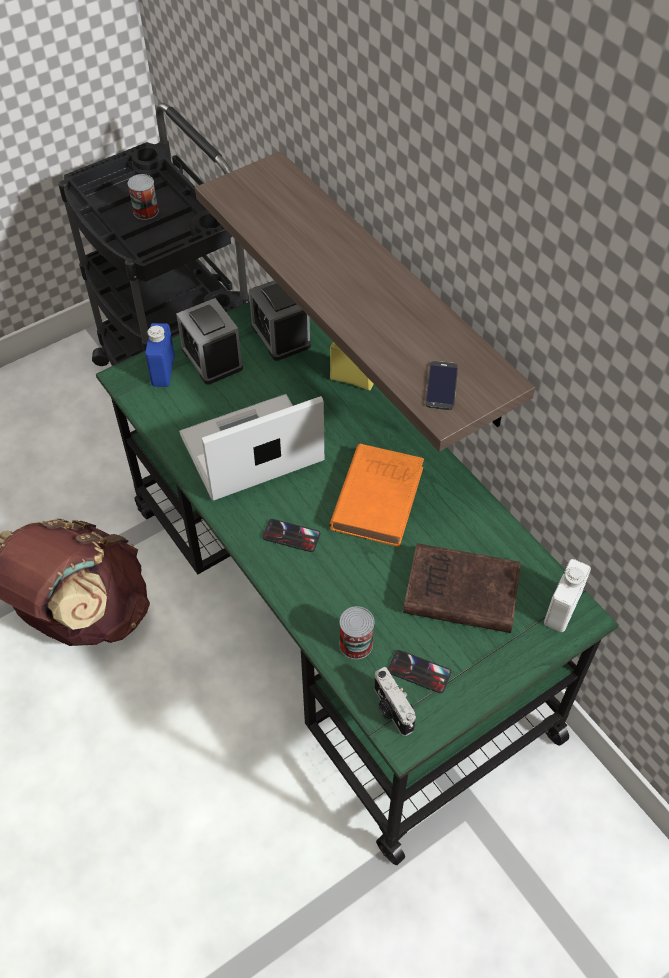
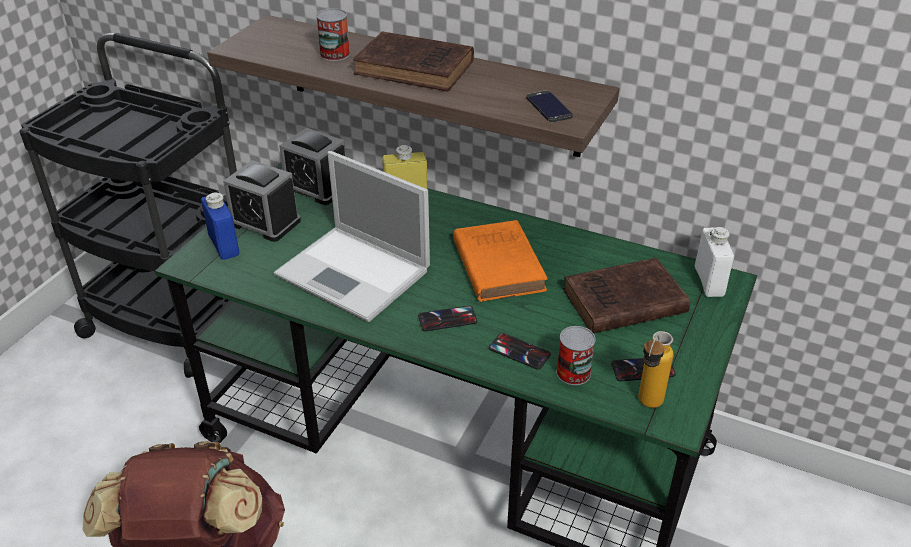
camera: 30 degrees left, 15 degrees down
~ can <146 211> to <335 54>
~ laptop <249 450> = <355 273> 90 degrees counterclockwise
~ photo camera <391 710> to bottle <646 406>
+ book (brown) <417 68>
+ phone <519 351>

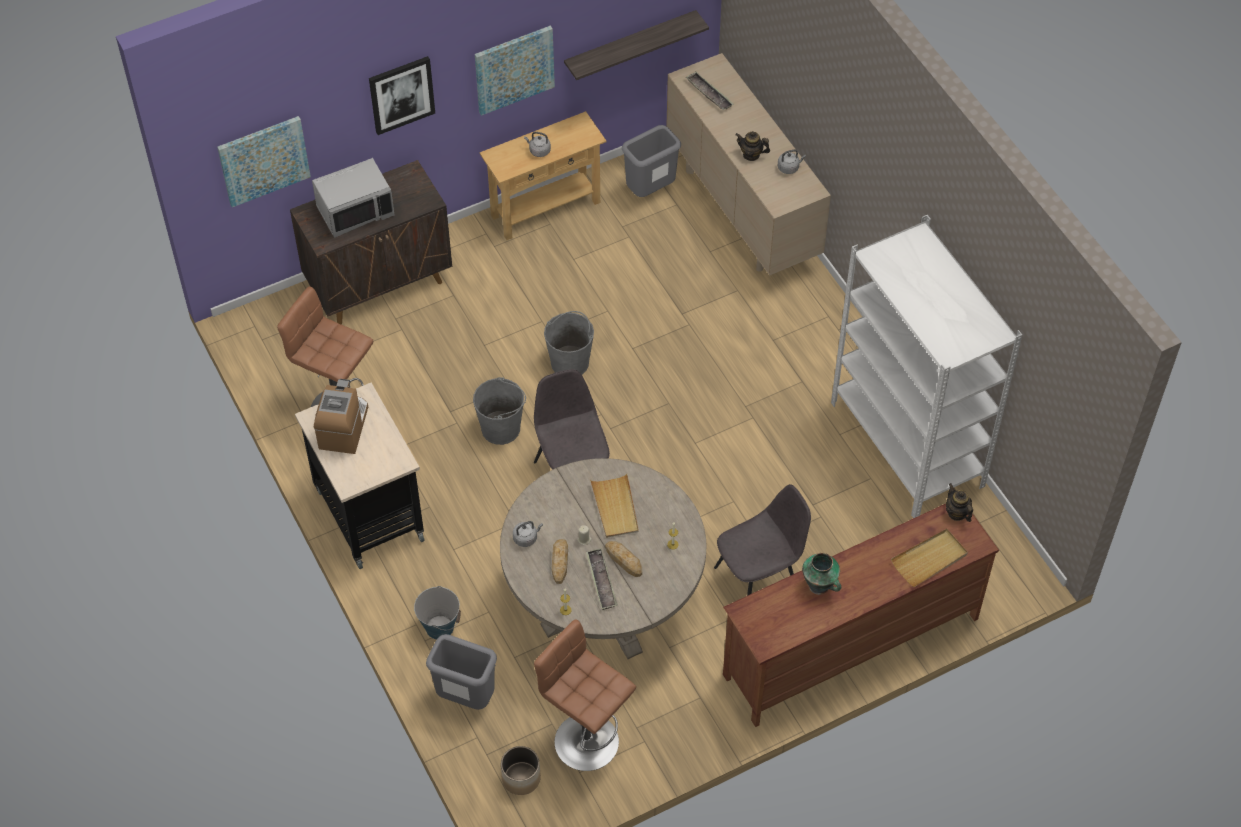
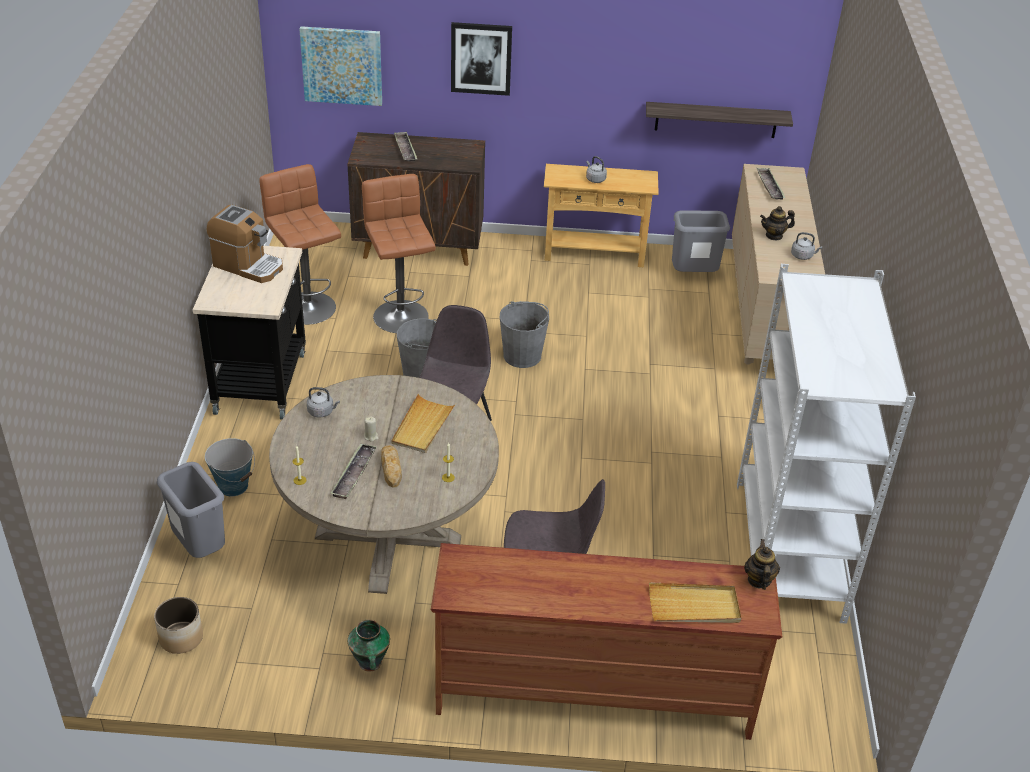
camera: 30 degrees right, 15 degrees down
~ microwave (grey) <355 210> to tray <405 150>
~ coffee machine <343 427> = <248 265> 75 degrees clockwise
- picture <514 69>
~ stool (brown) <586 741> to <401 316>
- bread <560 562>
~ teapot <751 155> = <774 235> 60 degrees counterclockwise
~ vase <819 586> to <370 663>

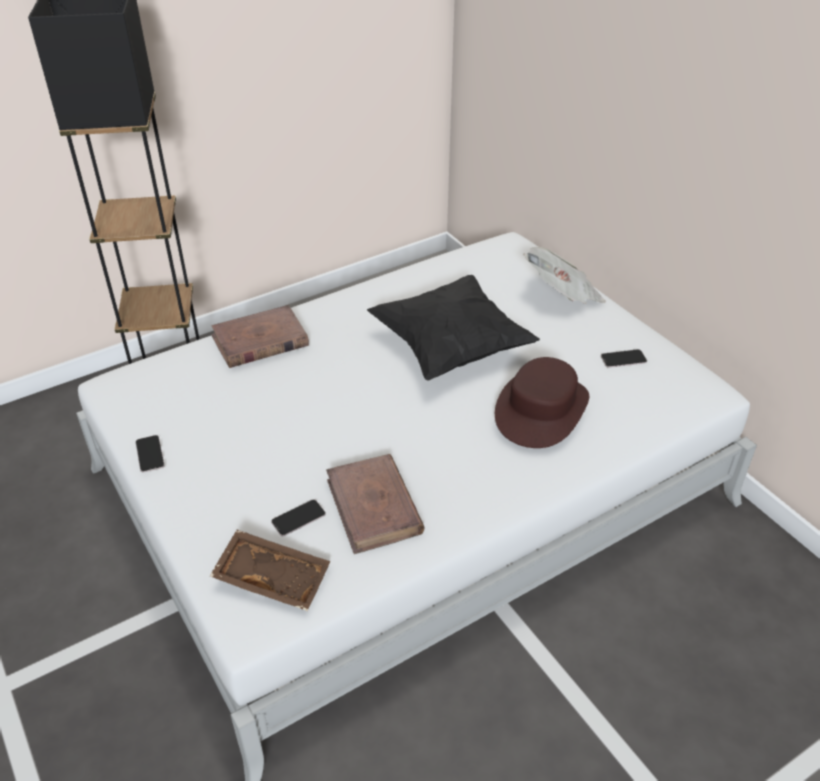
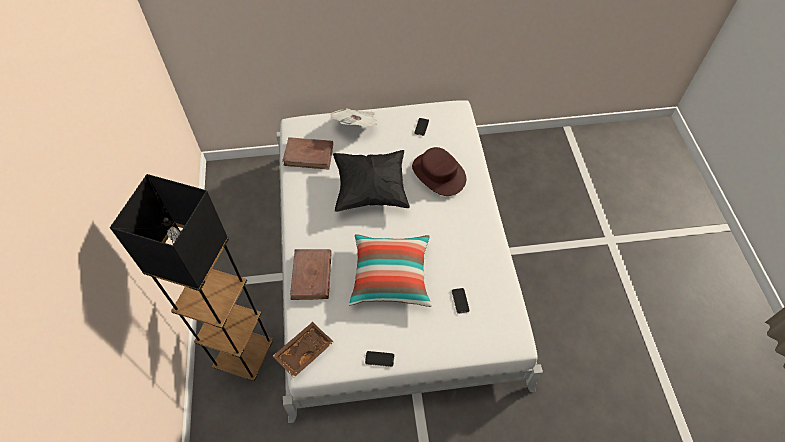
camera: 65 degrees left, 15 degrees up
~ tray (brown) <273 576> to <303 351>
~ book (brown) <374 507> to <309 155>
+ pillow <391 276>

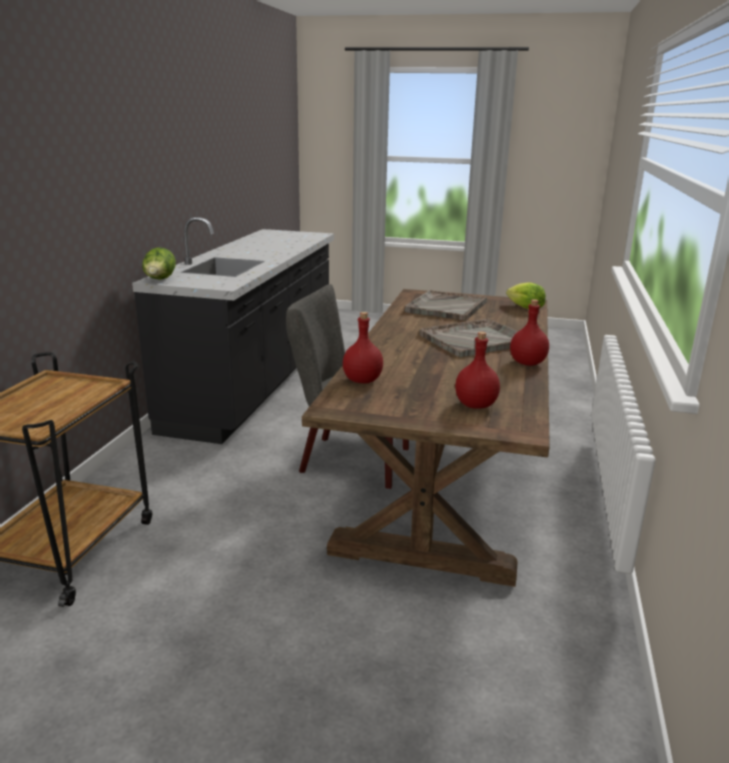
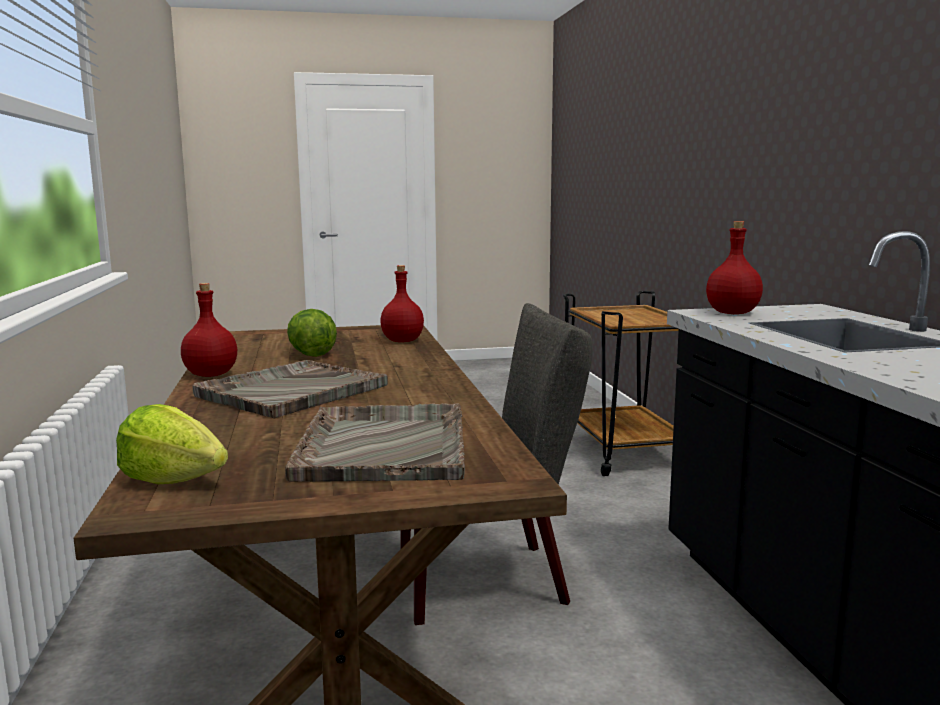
camera: 155 degrees right, 10 degrees down
~ lettuce <160 280> to <311 354>
~ bottle (red) <475 405> to <733 313>

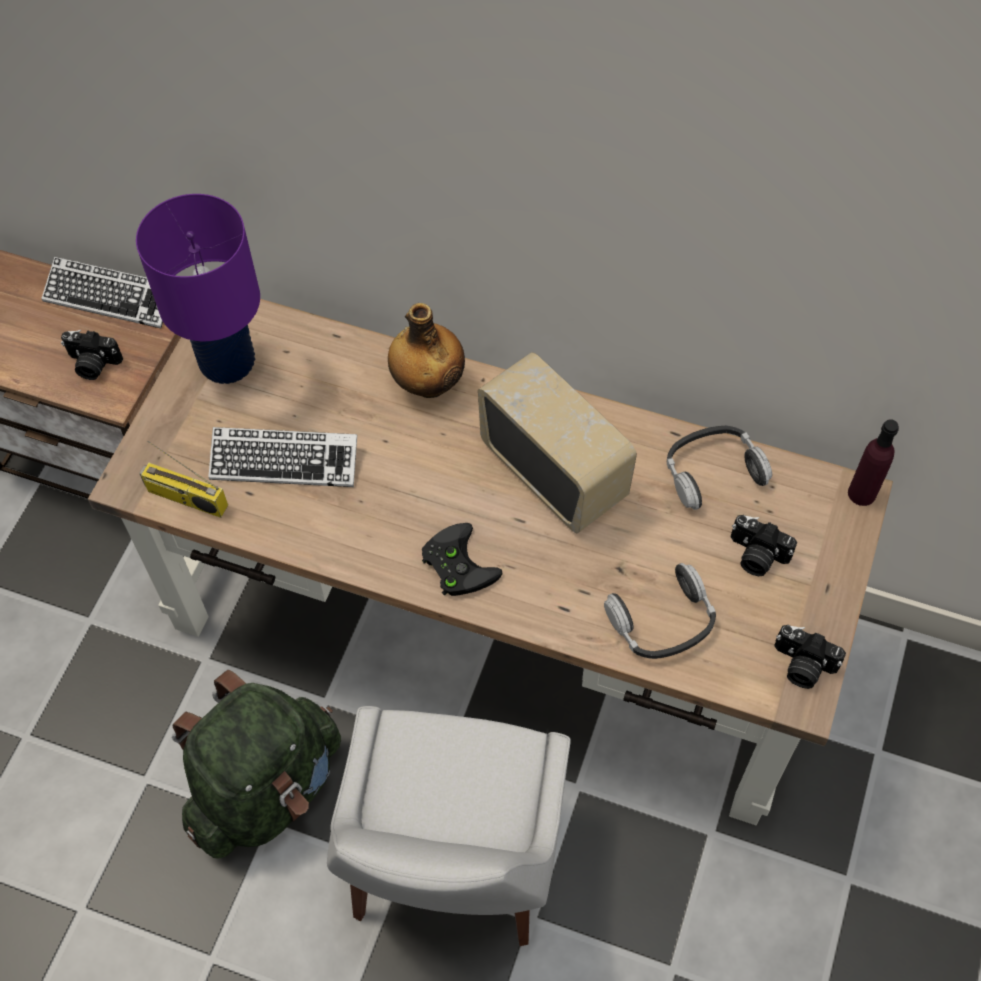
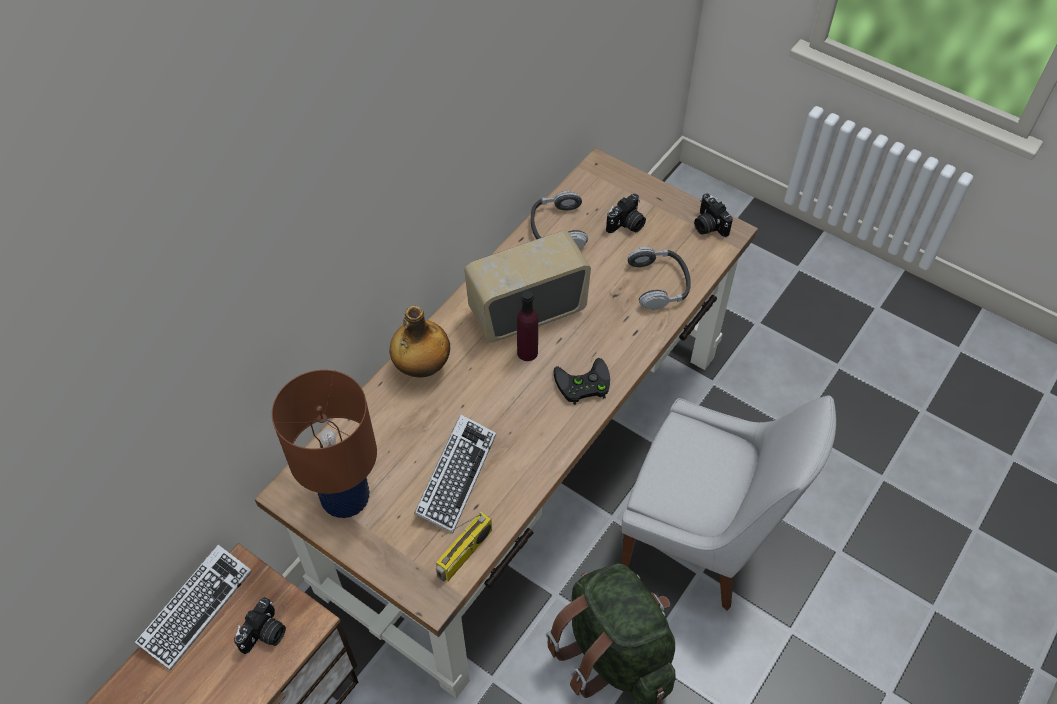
camera: 75 degrees left, 5 degrees down
~ table lamp (purple) <229 366> to table lamp (brown) <347 499>
~ photo camera <802 666> = <708 225> 105 degrees clockwise
~ bottle (purple) <862 493> to <527 352>

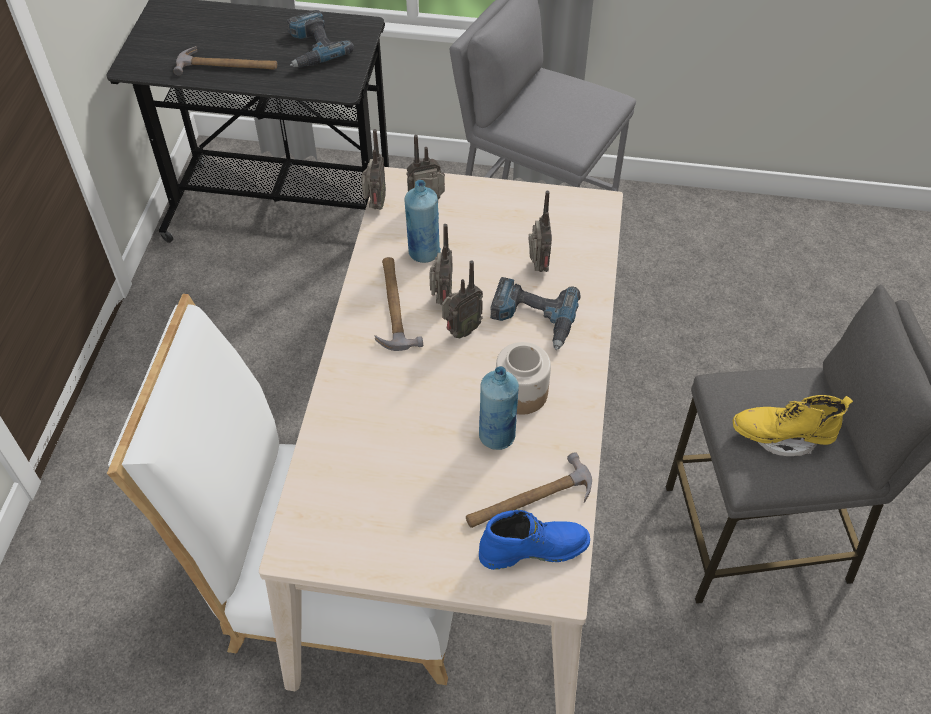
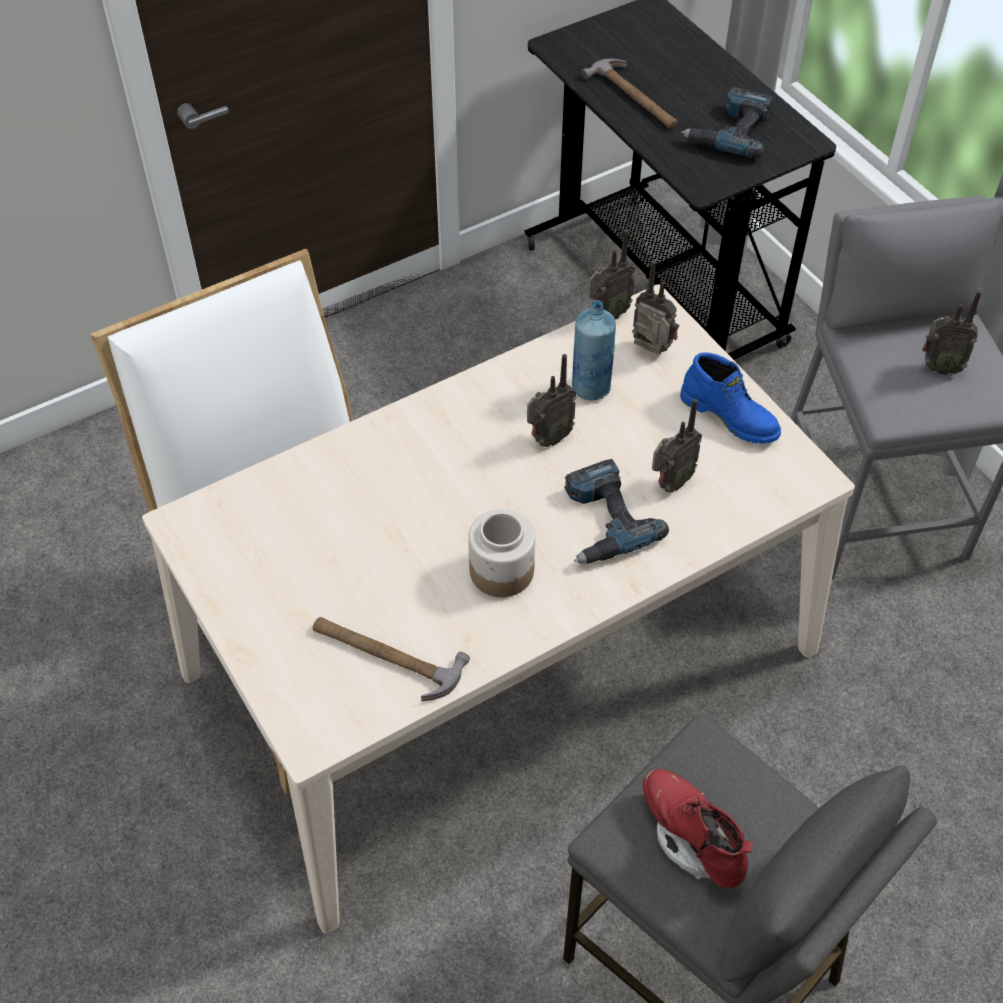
camera: 50 degrees right, 0 degrees up
- hammer <393 305>
~ radio <460 331> to <939 367>
- bottle (blue) <497 435>
~ boot (blue) <533 547> to <730 416>
~ boot (yellow) <781 437> to boot (red) <692 837>

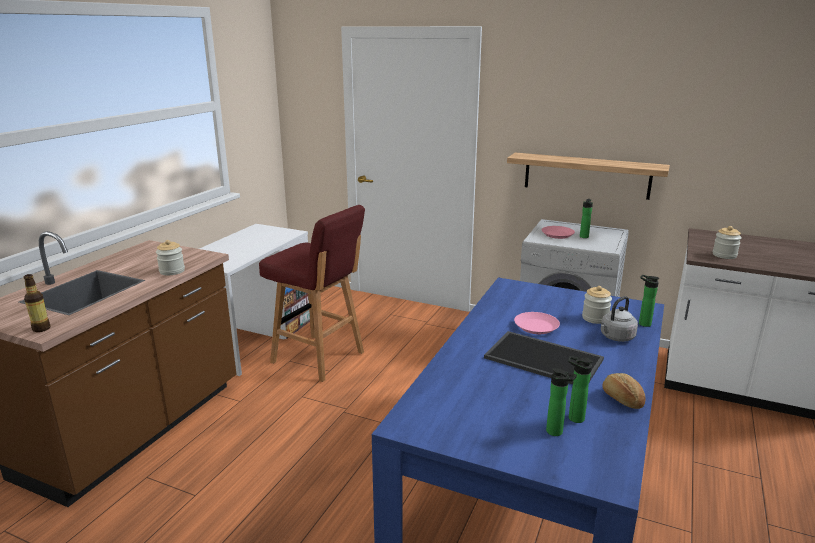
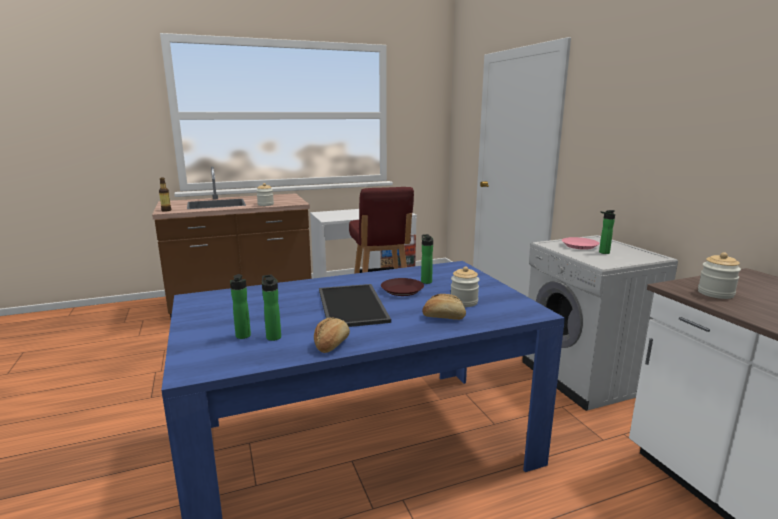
camera: 45 degrees right, 5 degrees down
- shelf <586 175>
~ plate (pink) <536 327> to plate (brown) <402 290>
~ kettle (grey) <616 337> to bread <443 317>
~ bottle <642 323> to <426 281>

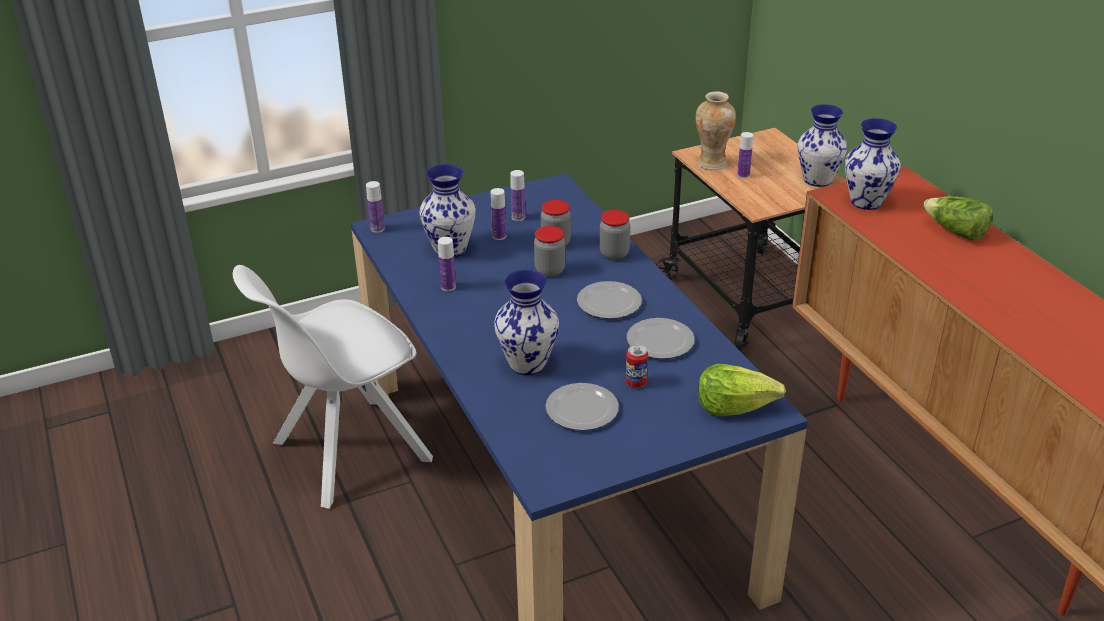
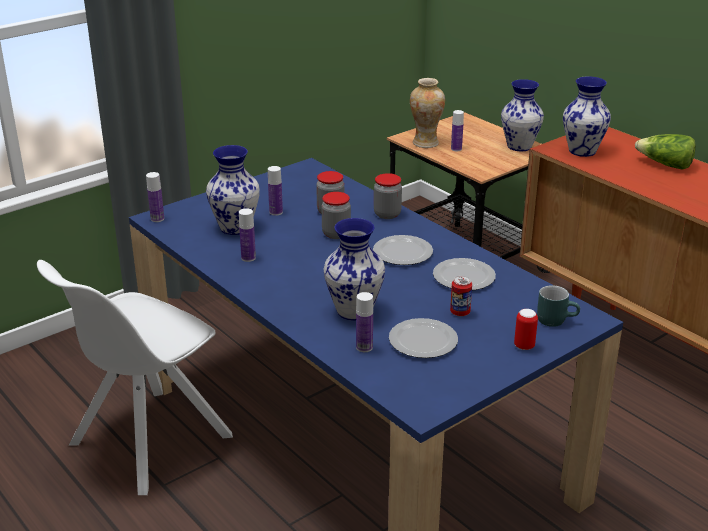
camera: 15 degrees left, 5 degrees down
~ bottle <518 217> to <364 347>
~ lettuce <734 406> to mug (turquoise) <556 319>
+ can <524 346>

